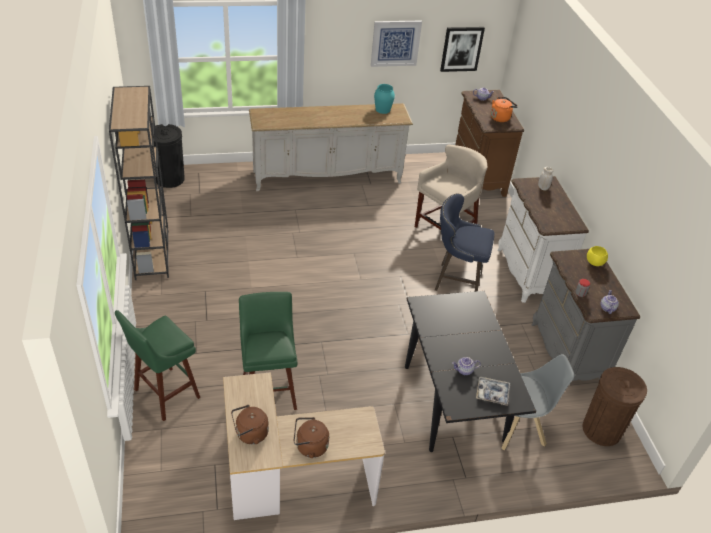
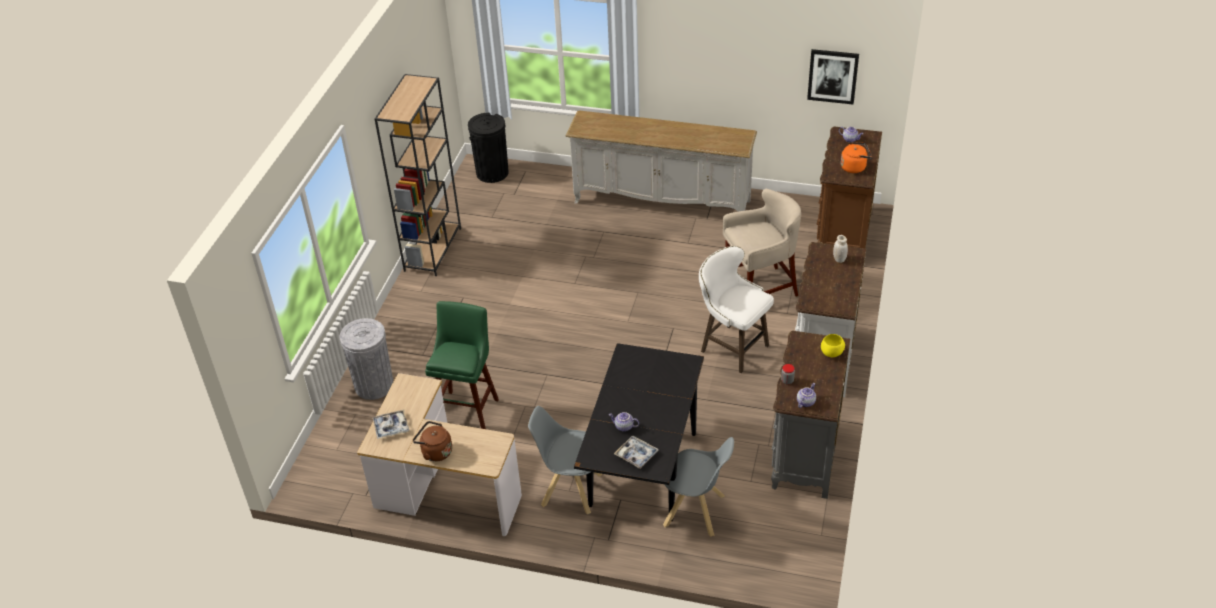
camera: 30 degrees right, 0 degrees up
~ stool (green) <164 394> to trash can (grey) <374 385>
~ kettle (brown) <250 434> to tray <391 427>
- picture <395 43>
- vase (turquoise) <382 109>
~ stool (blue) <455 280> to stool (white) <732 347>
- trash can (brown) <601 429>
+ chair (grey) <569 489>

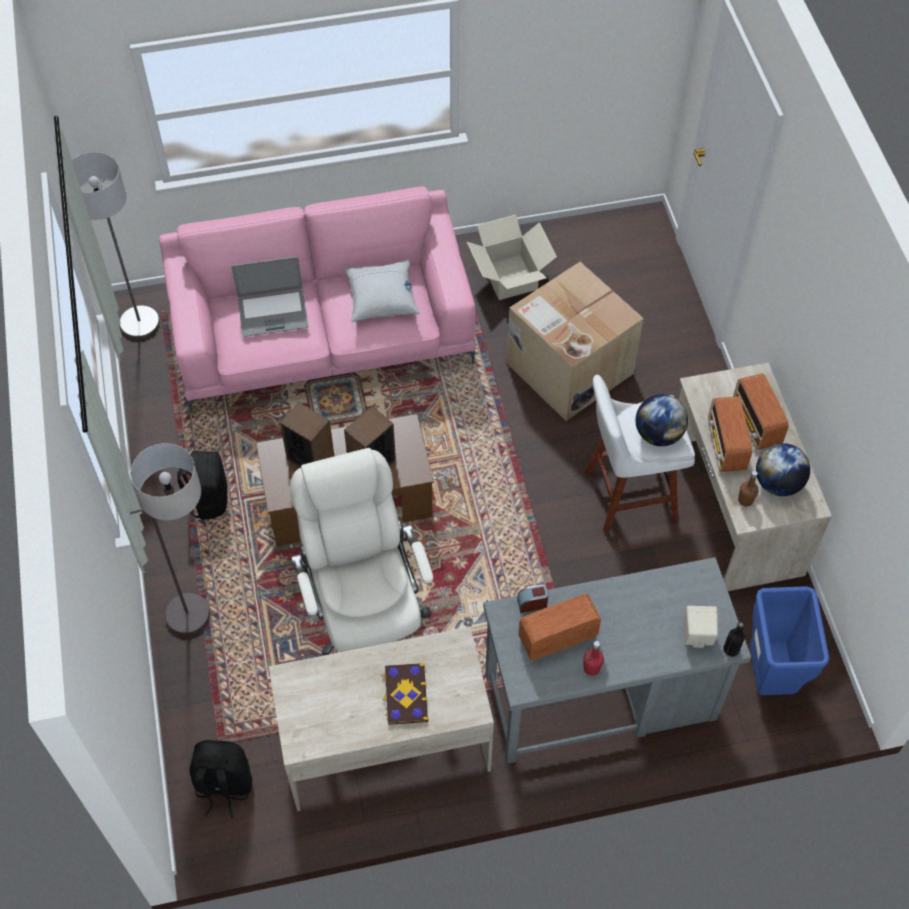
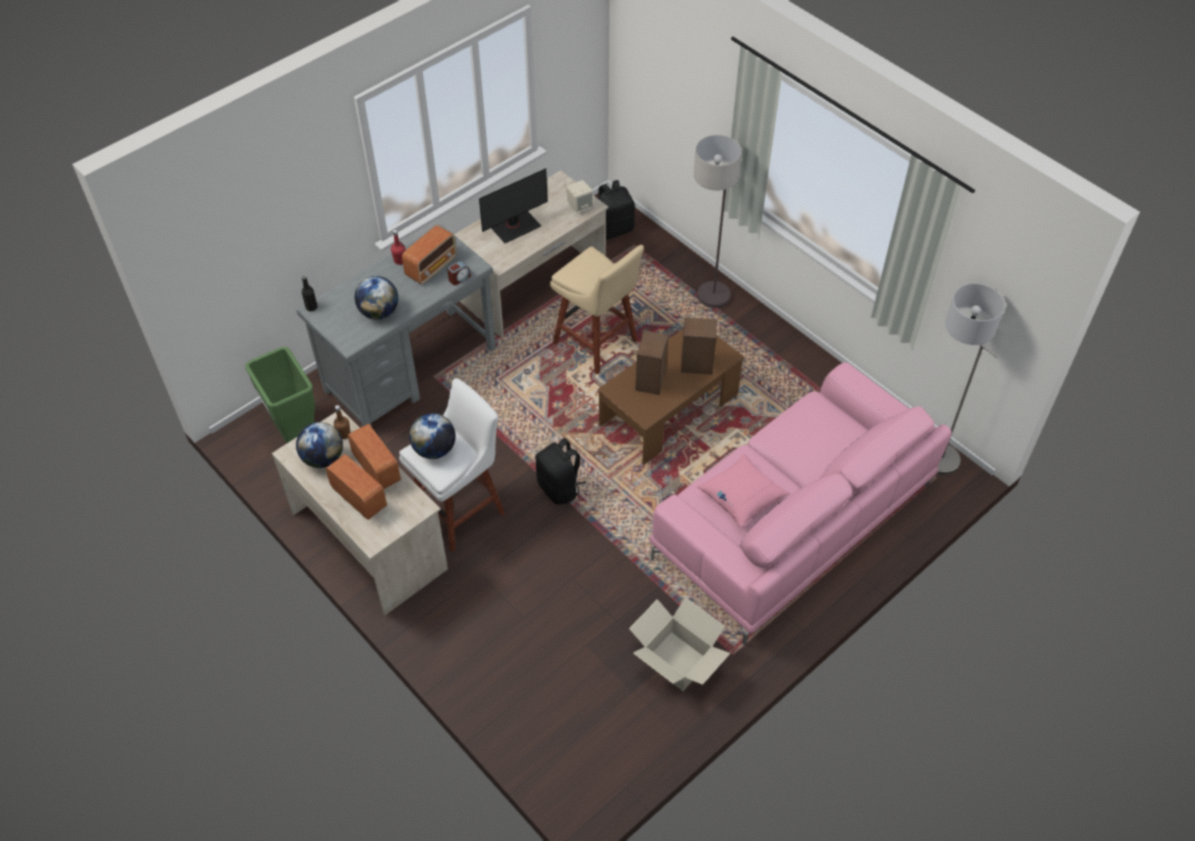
camera: 150 degrees right, 5 degrees down
~ backpack (black) <207 499> to <559 488>
- laptop <273 312>
~ office chair (white) <366 620> to stool (beige) <596 343>
~ pillow (grey) <381 299> to pillow (pink) <741 497>
~ book <405 694> to monitor <514 226>
- cardboard box <567 368>
~ speaker (beige) <697 635> to <579 206>
~ trash can (blue) <770 676> to trash can (green) <295 432>
+ globe <379 312>

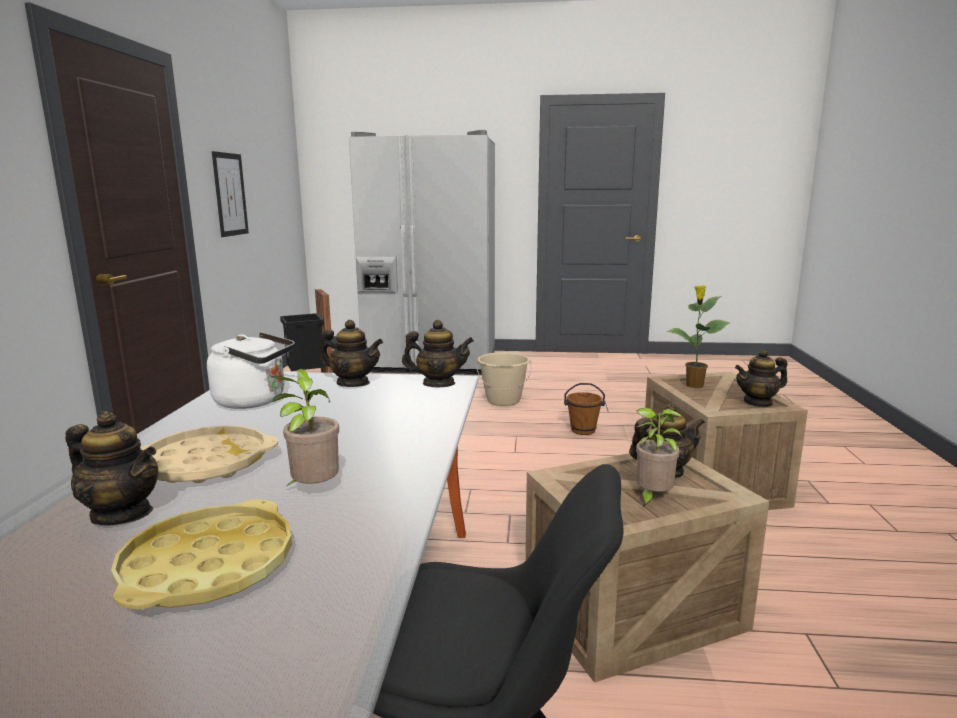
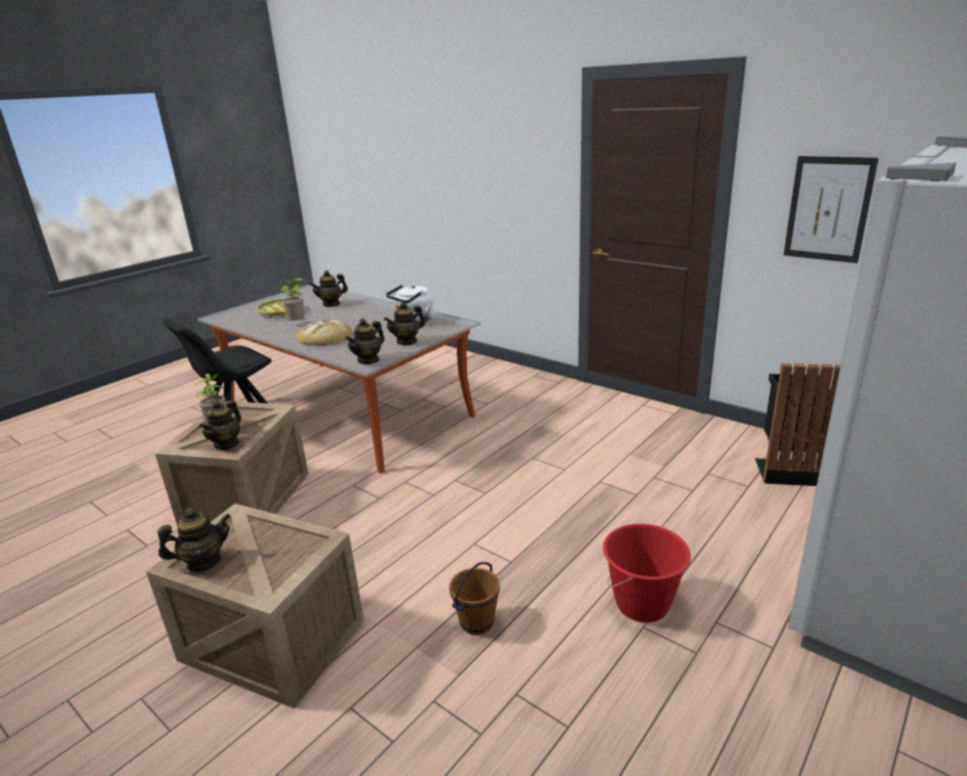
camera: 125 degrees right, 10 degrees up
- tray (beige) <206 464>
~ bucket (beige) <503 400> to bucket (red) <642 604>
- potted plant <694 386>
~ teapot <758 402> = <203 562> 45 degrees clockwise
+ bread <325 337>

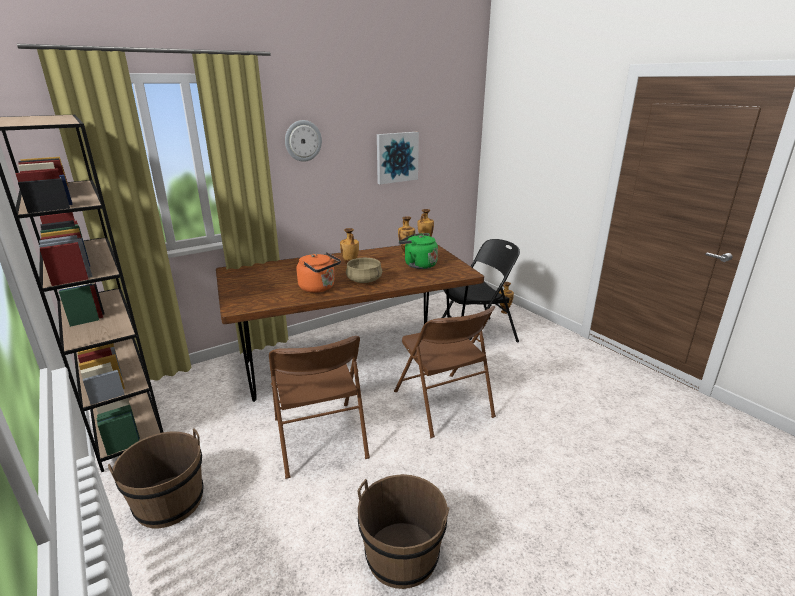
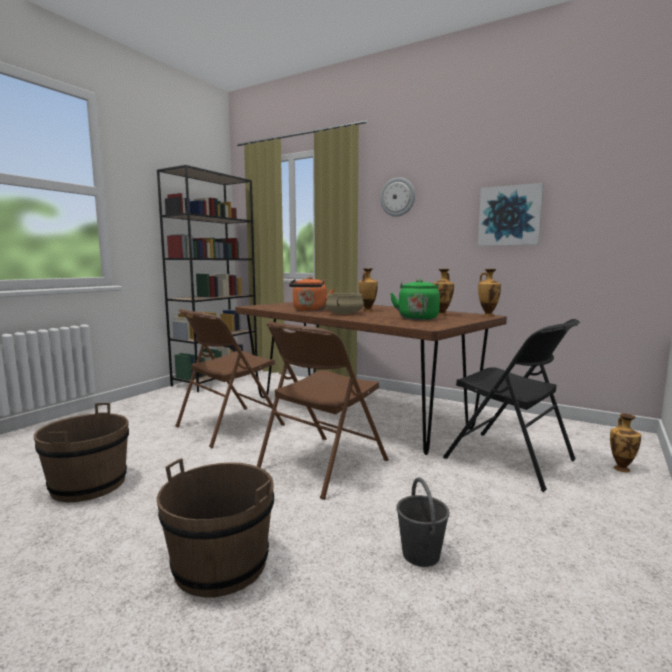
camera: 65 degrees right, 15 degrees down
~ bucket (brown) <170 502> to <221 564>
+ bucket (grey) <421 555>

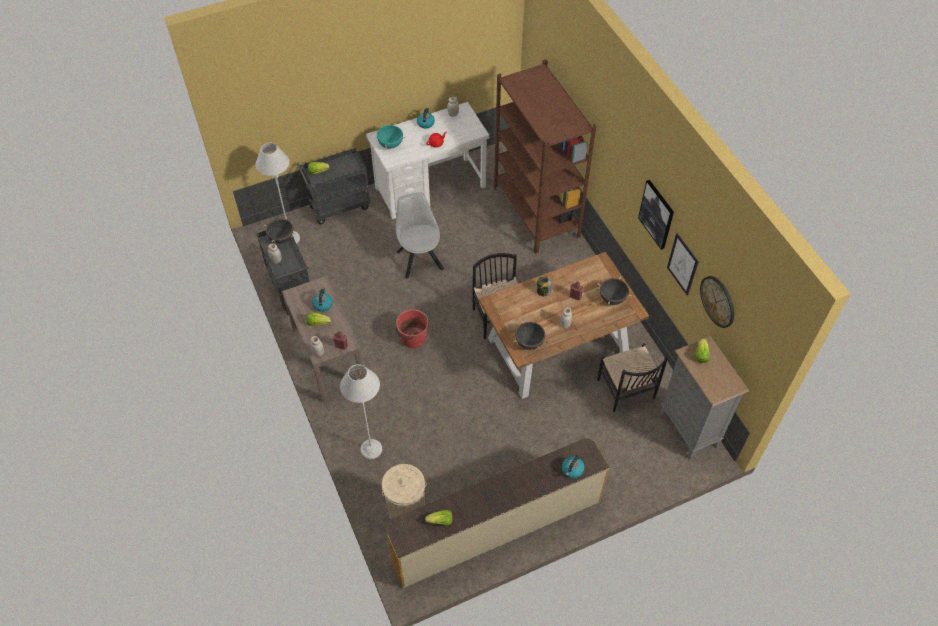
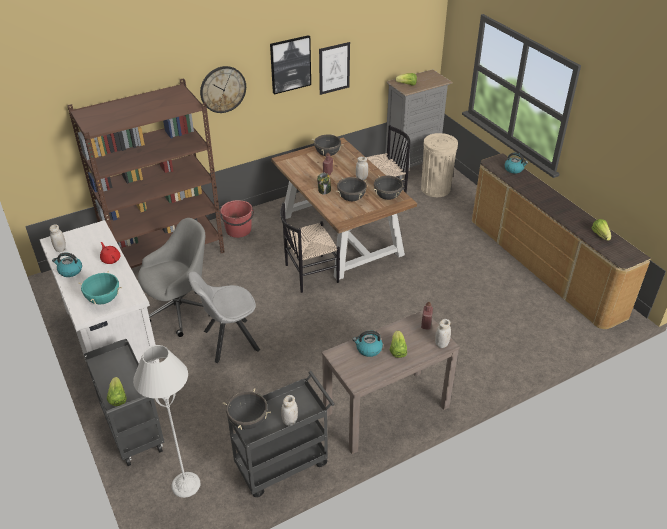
camera: 95 degrees left, 15 degrees down
- floor lamp (grey) <371 449>
~ trash can (beige) <407 512> to <435 189>
~ bucket (red) <412 337> to <238 230>
~ wall clock <718 301> to <223 89>
+ office chair (grey) <180 311>
+ cooking pot (black) <351 198>

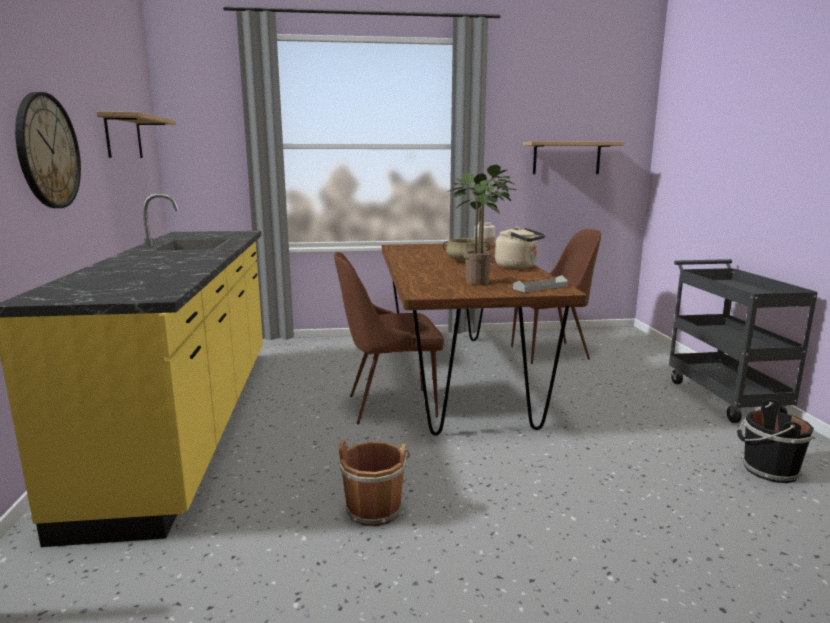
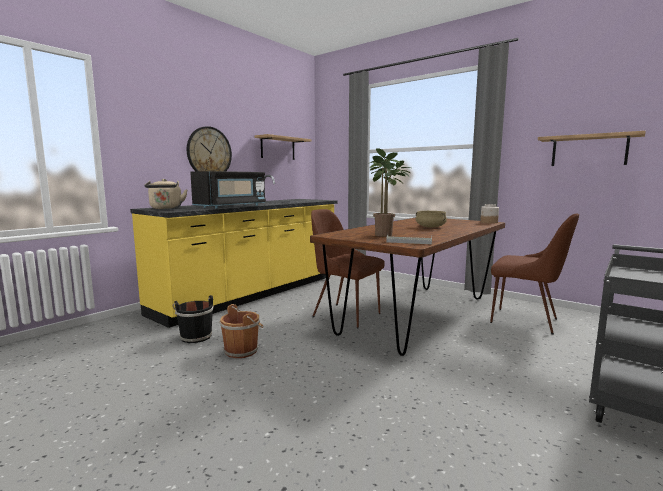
camera: 45 degrees right, 5 degrees down
~ kettle (beige) <518 267> to <166 208>
~ bucket (black) <767 470> to <195 336>
+ microwave (black) <231 206>

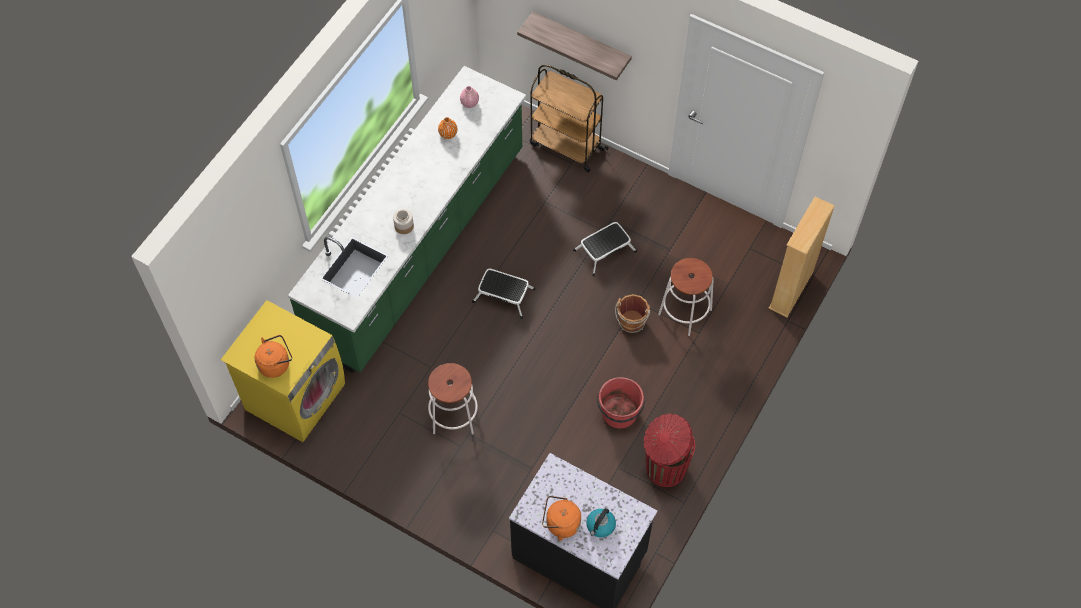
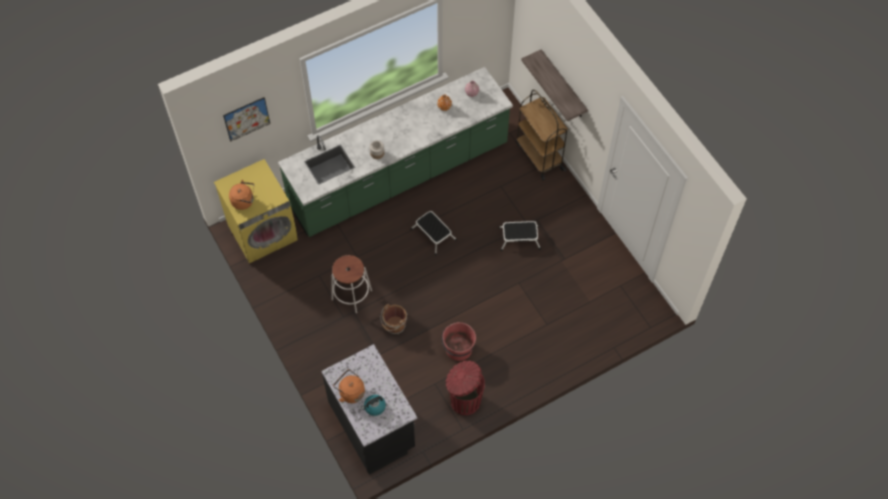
camera: 30 degrees right, 0 degrees up
~ bucket (brown) <631 323> to <394 326>
- stool (white) <685 312>
- bookcase (beige) <791 290>
+ picture <246 119>

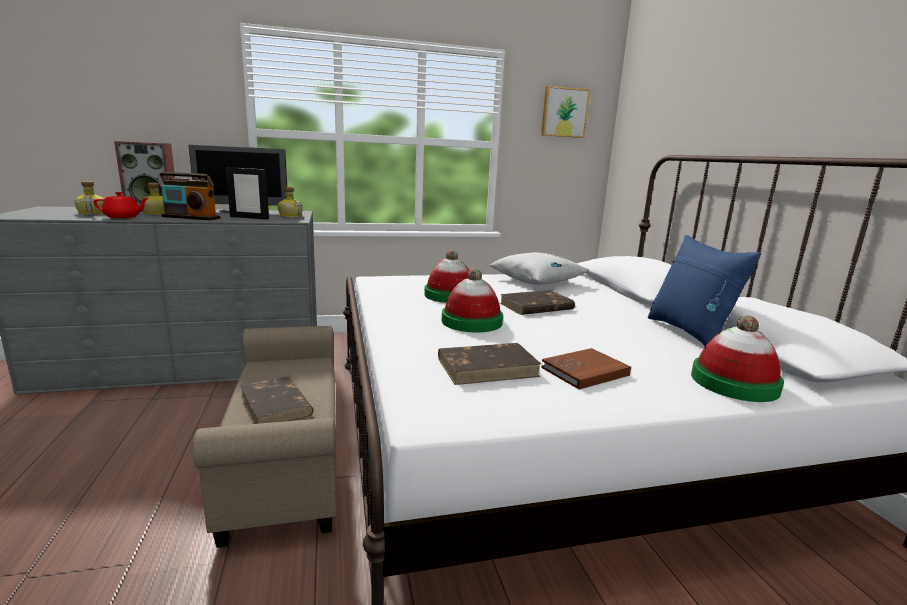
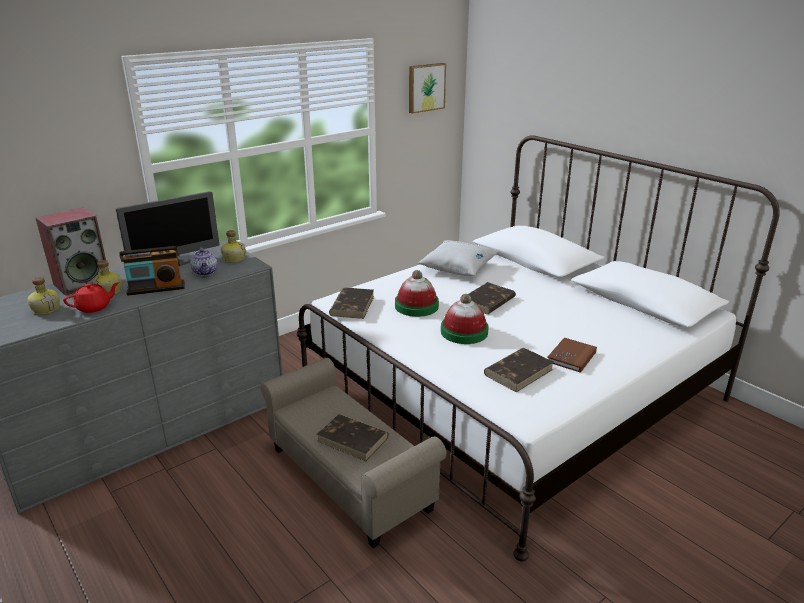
camera: 25 degrees left, 10 degrees up
~ picture frame <250 217> to teapot <205 272>
- pillow (blue) <688 333>
- hat <734 382>
+ book (brown) <352 305>

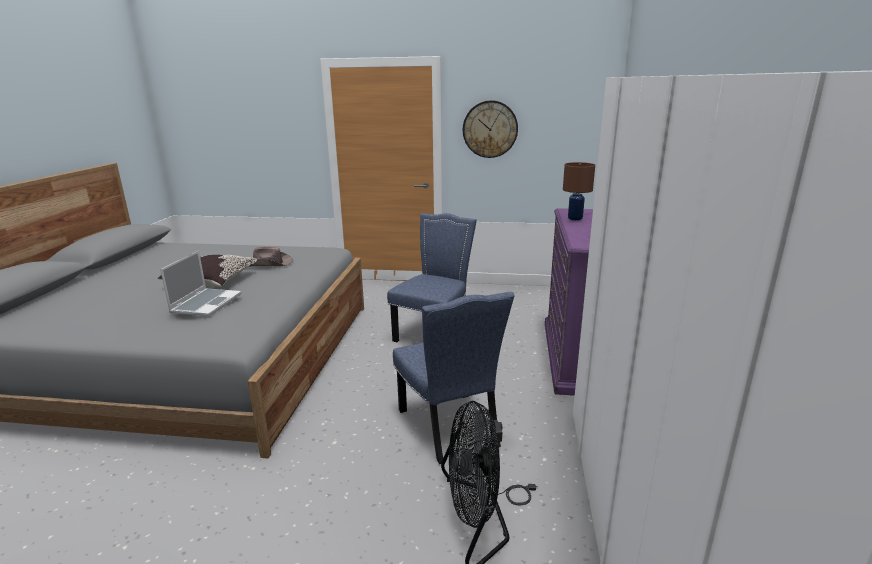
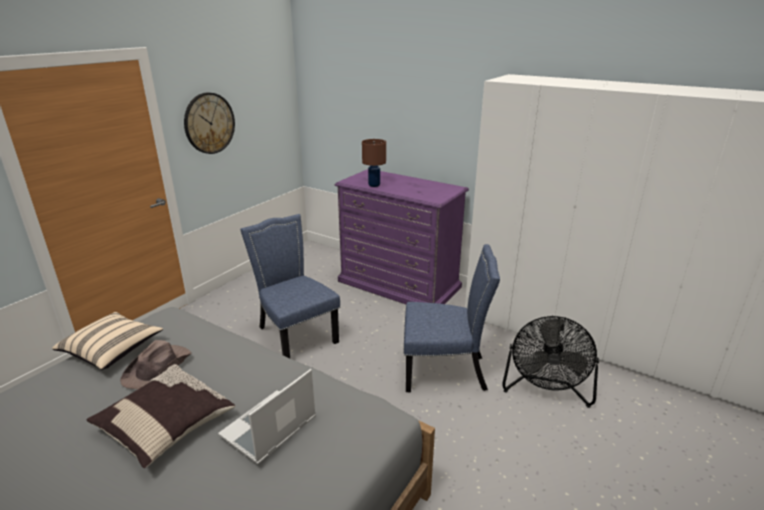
camera: 65 degrees left, 5 degrees up
~ laptop <206 303> = <268 428> 90 degrees counterclockwise
+ pillow (beige) <113 350>

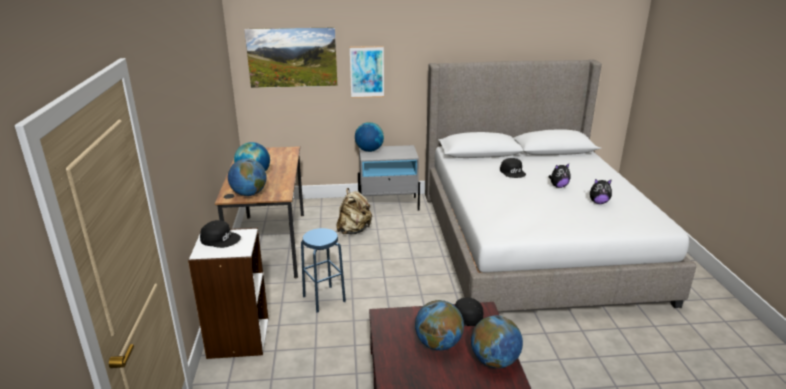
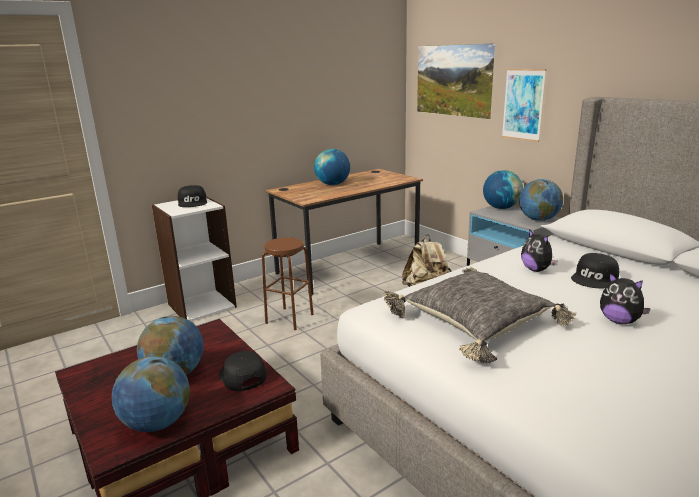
camera: 60 degrees right, 5 degrees down
~ globe <249 194> to <538 219>
~ stool (blue) <324 299> to stool (brown) <289 318>
~ plush toy <598 202> to <536 270>
+ pillow <476 319>

